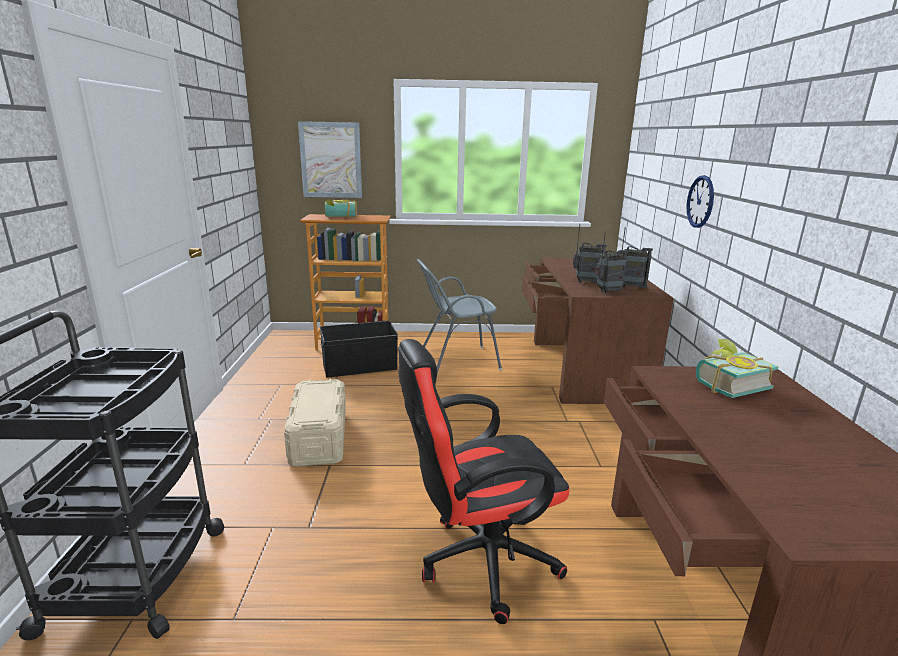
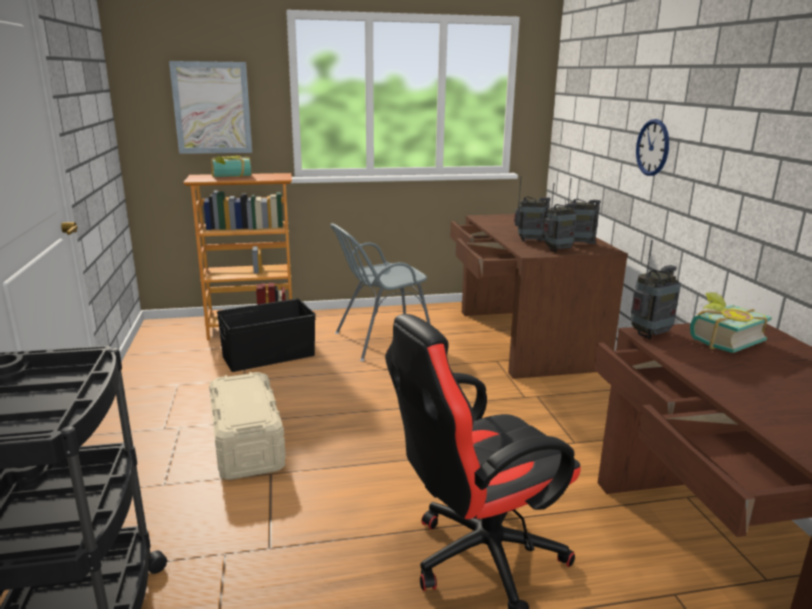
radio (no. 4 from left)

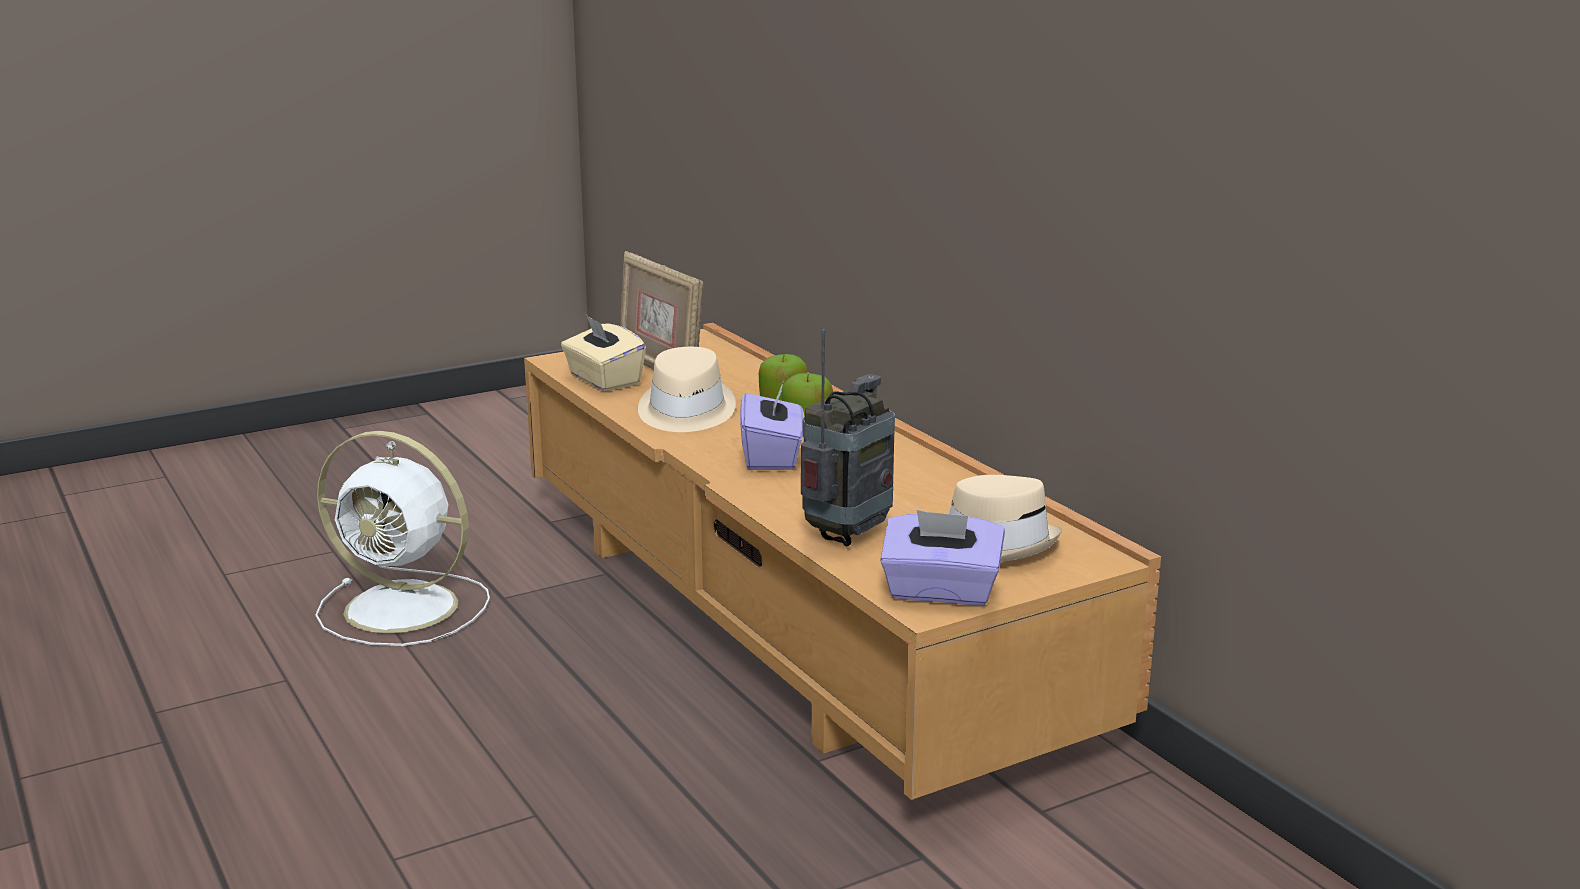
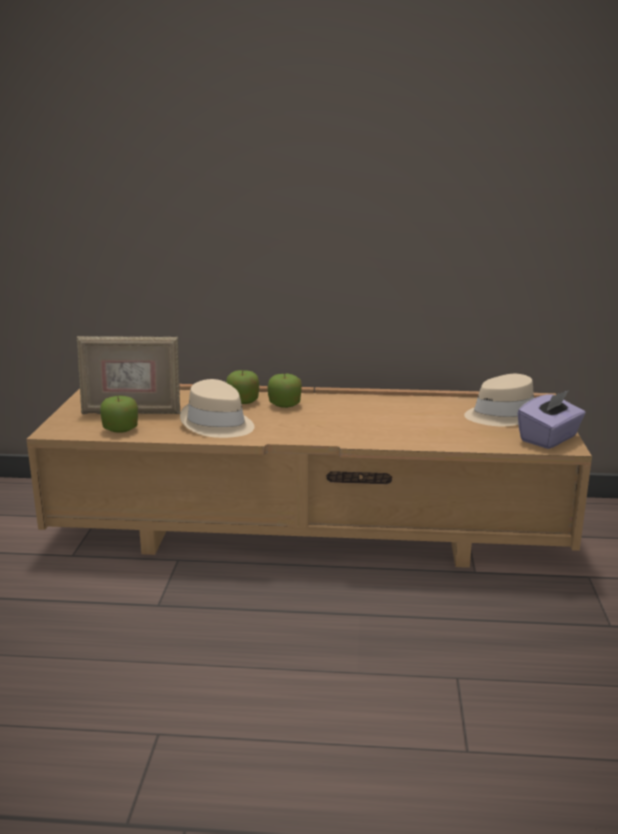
apple (no. 1 from left); radio; tissue box/purple (no. 1 from left in the first image); fan/white

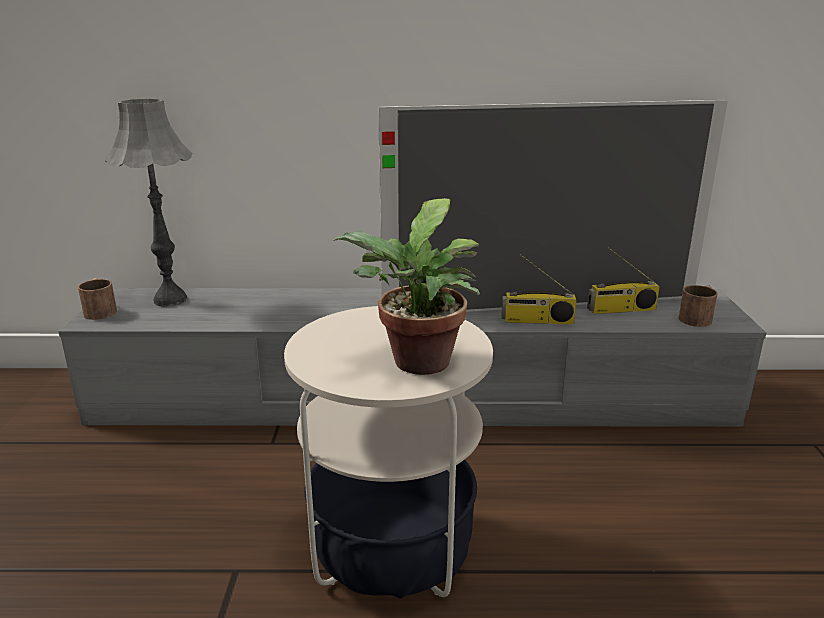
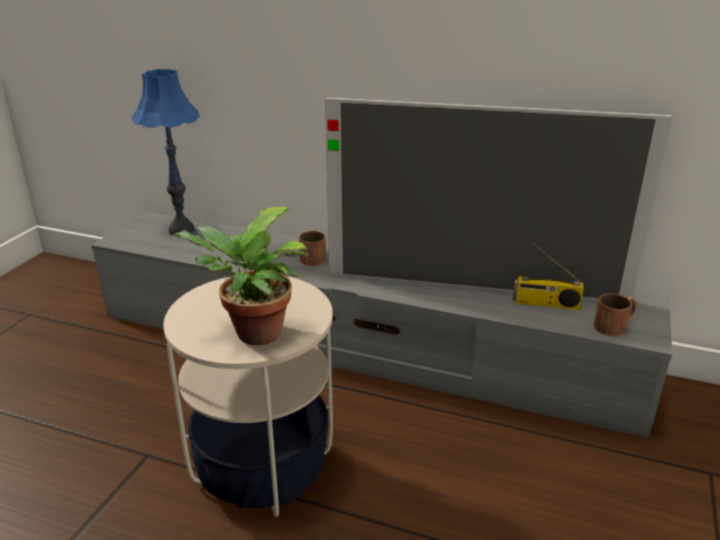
table lamp/blue; radio (no. 1 from left in the first image); mug/brown (no. 1 from left)

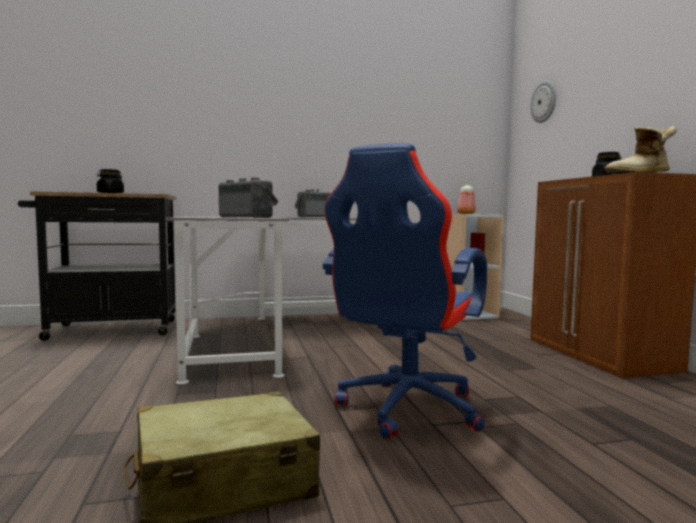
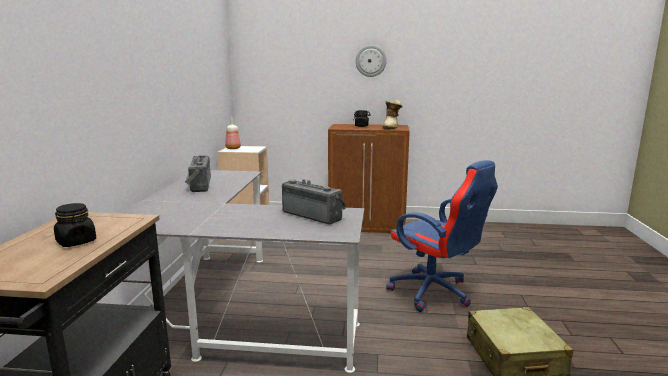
wall clock; radio (no. 2 from left)

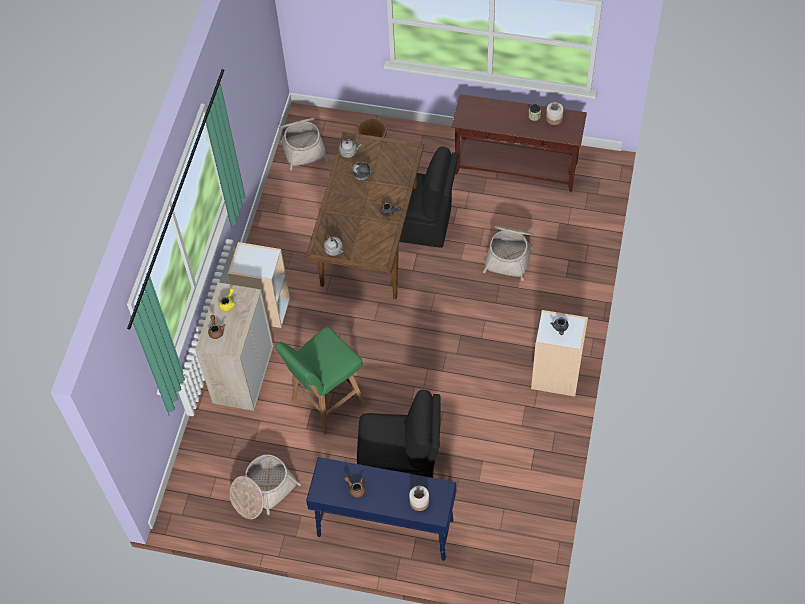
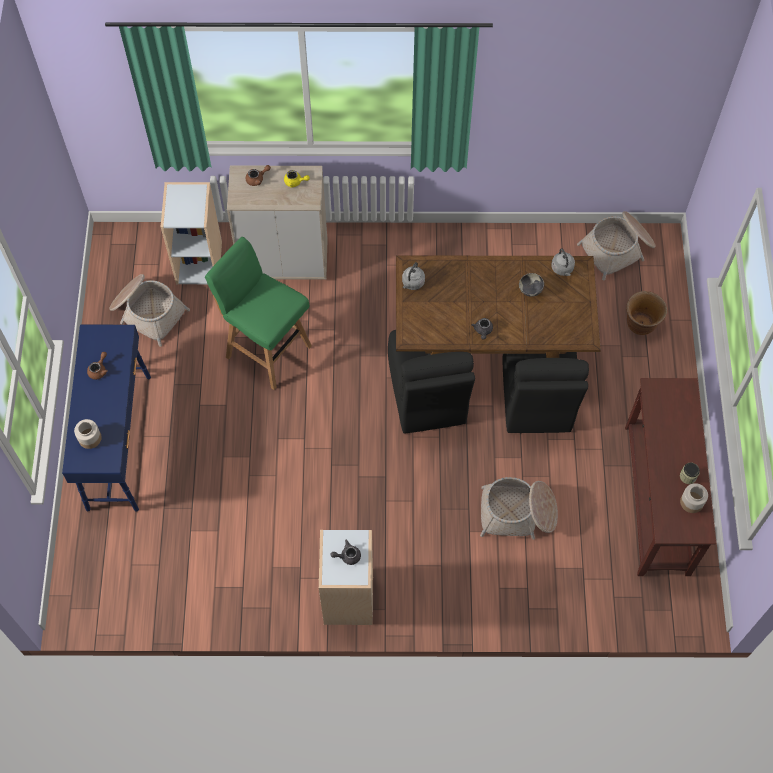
bookcase (no. 1 from left); chair/black (no. 1 from left)

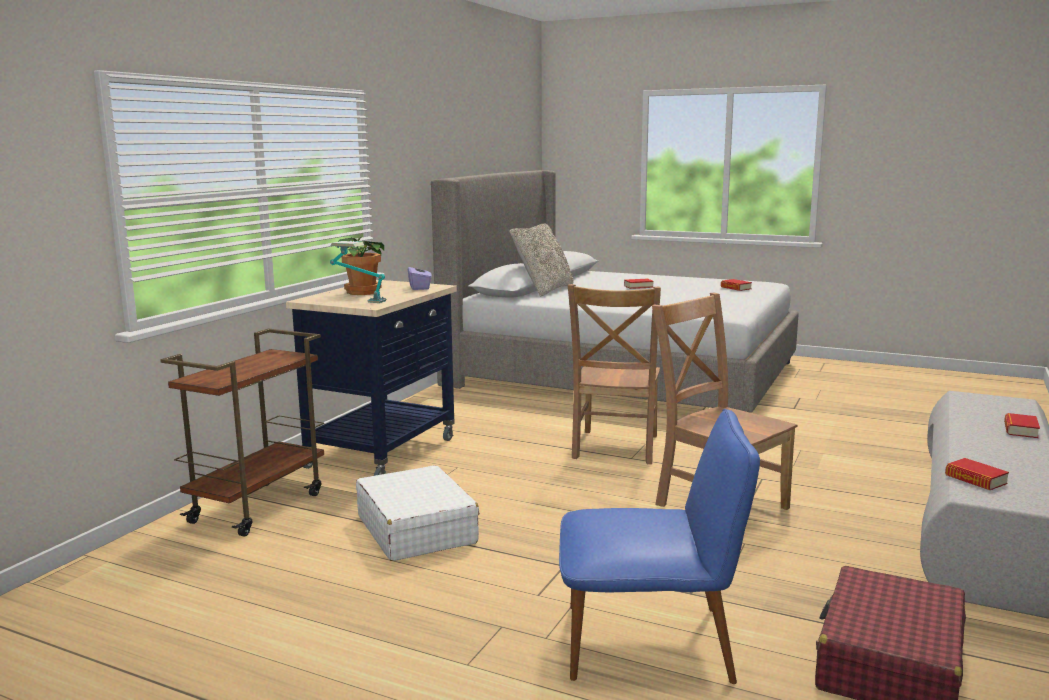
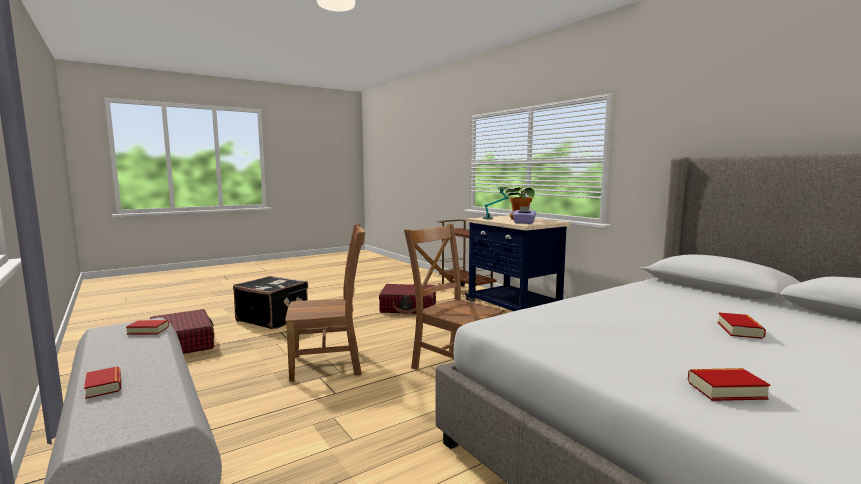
pillow/beige; suitcase/black; suitcase/red (no. 2 from left)

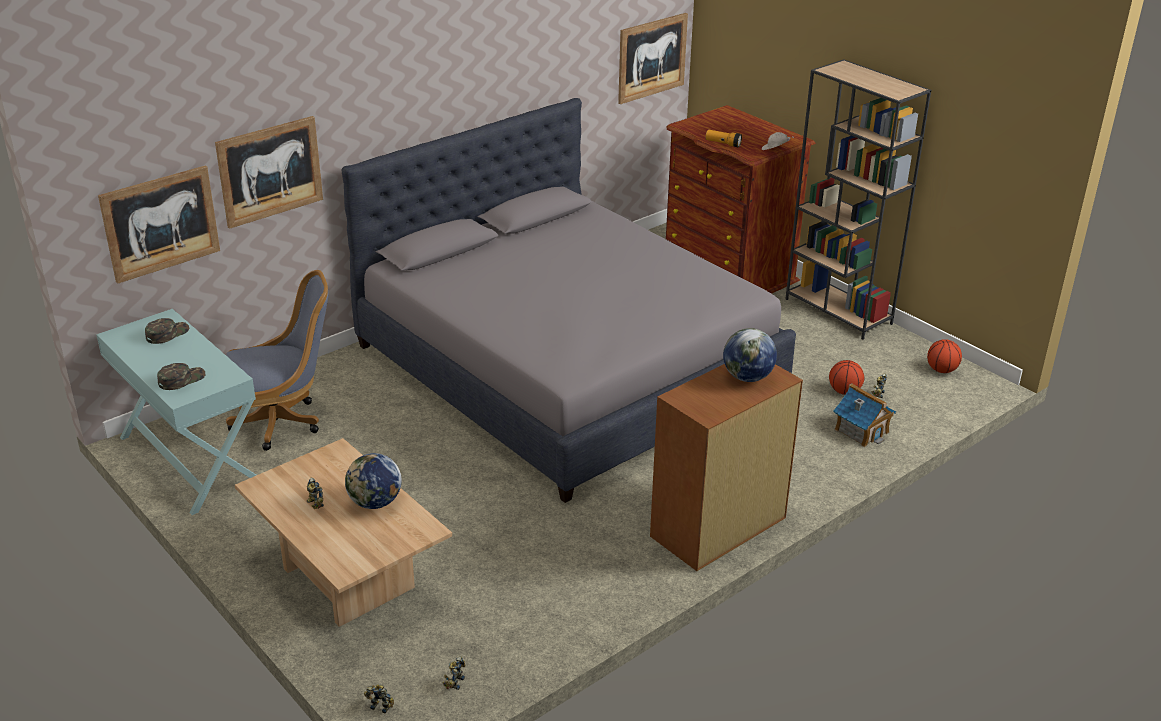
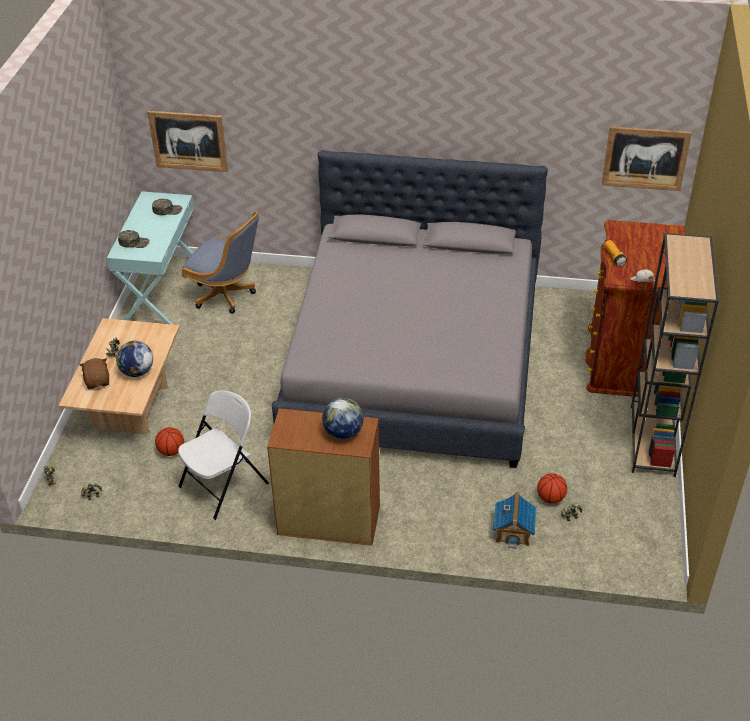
picture (no. 2 from left in the first image); basketball (no. 1 from left); plush toy/brown; chair/white

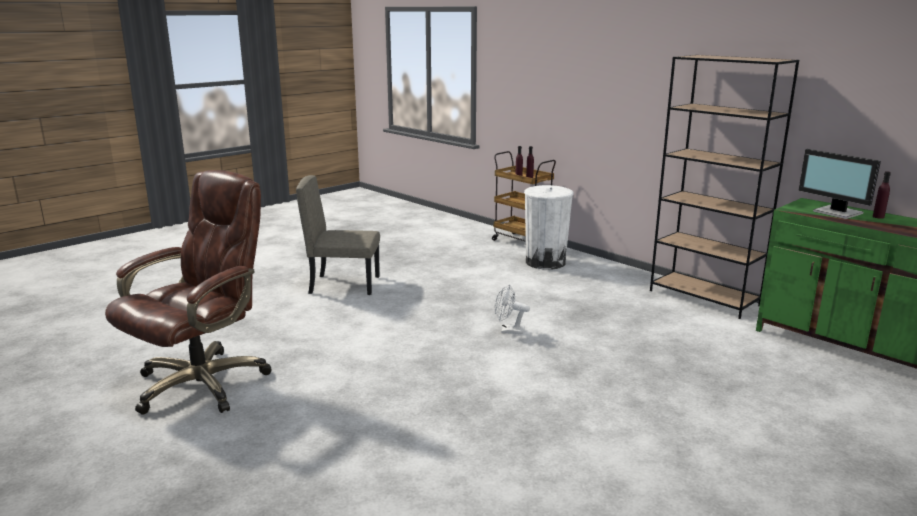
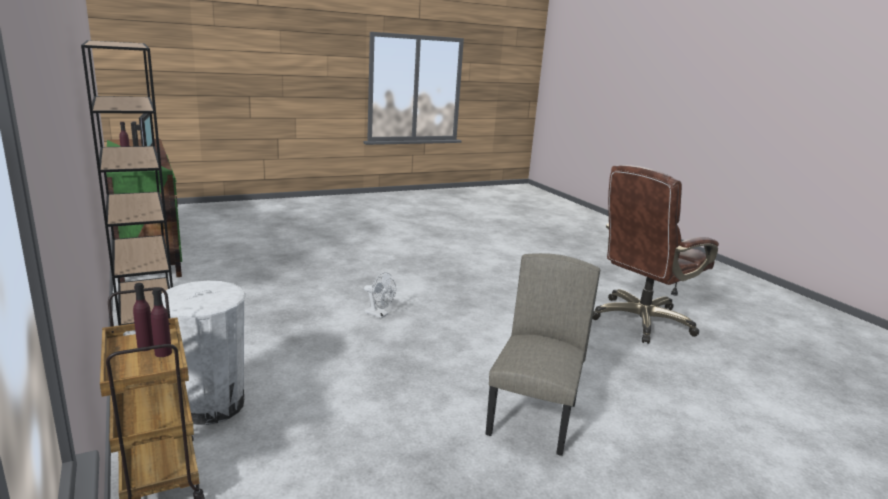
chair/beige

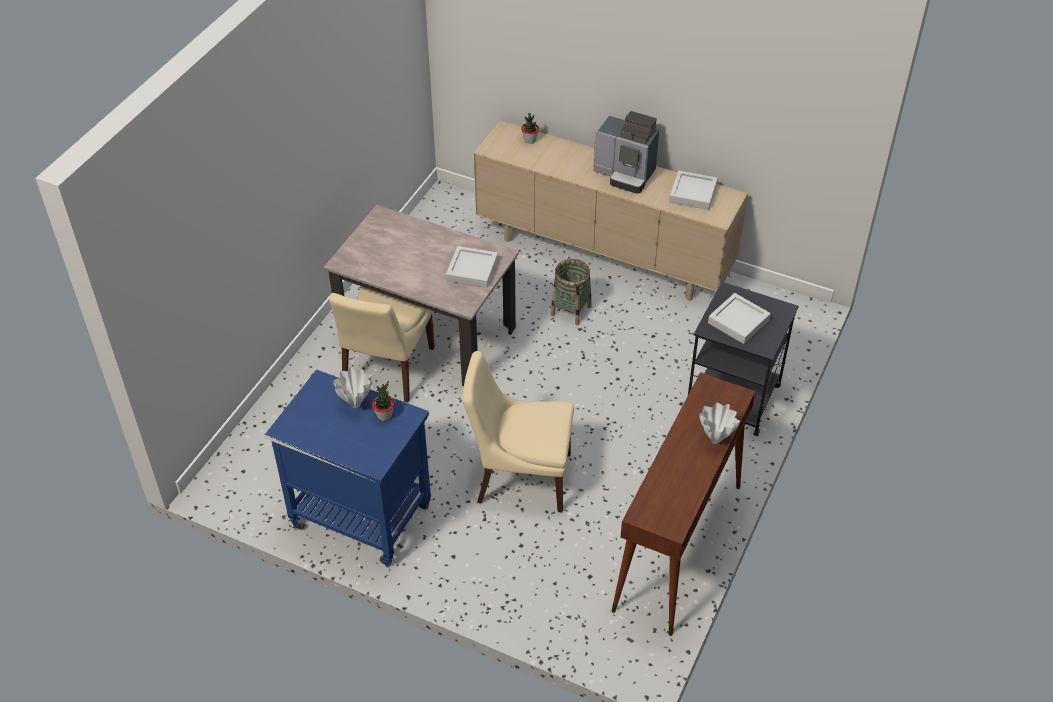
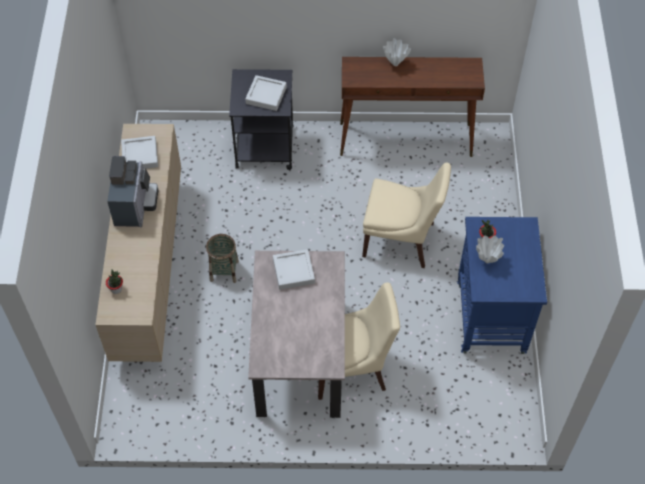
chair/beige (no. 2 from left)

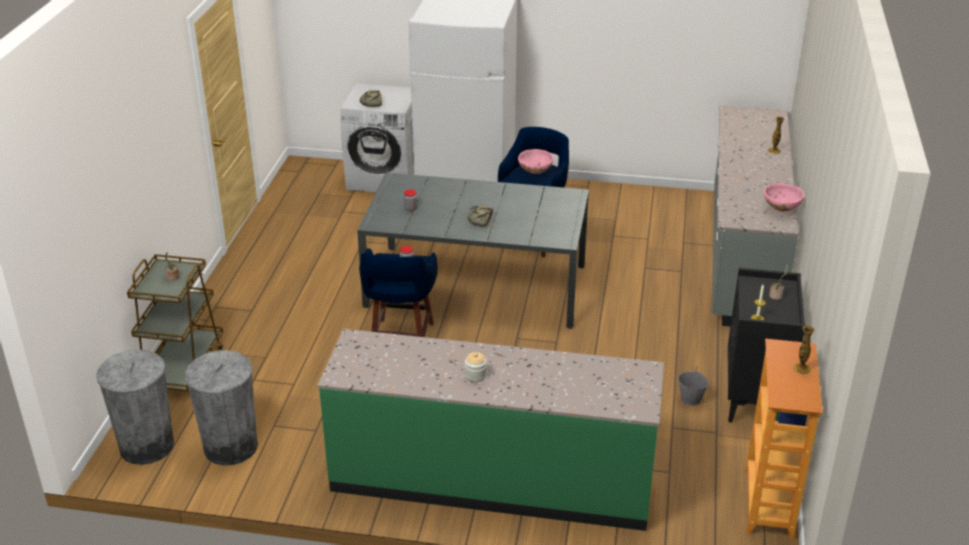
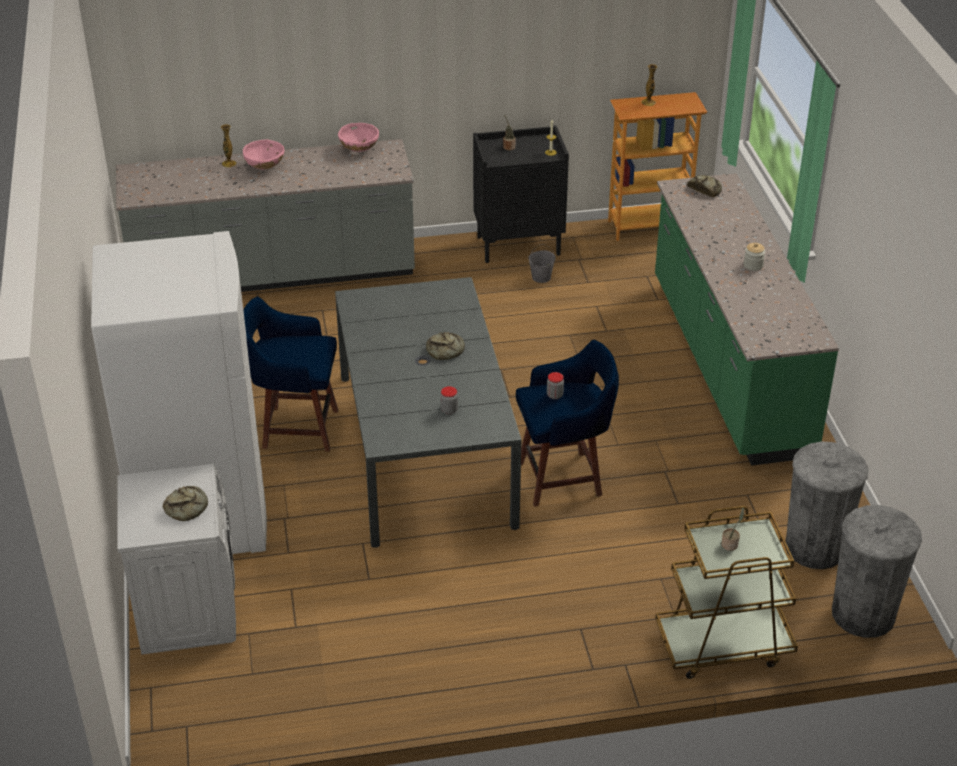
bowl/pink (no. 1 from left); bread (no. 3 from left)

